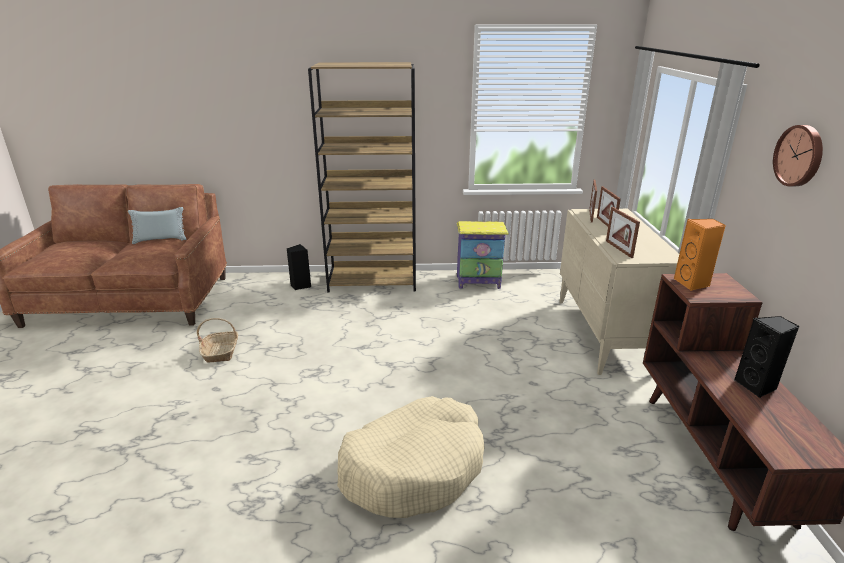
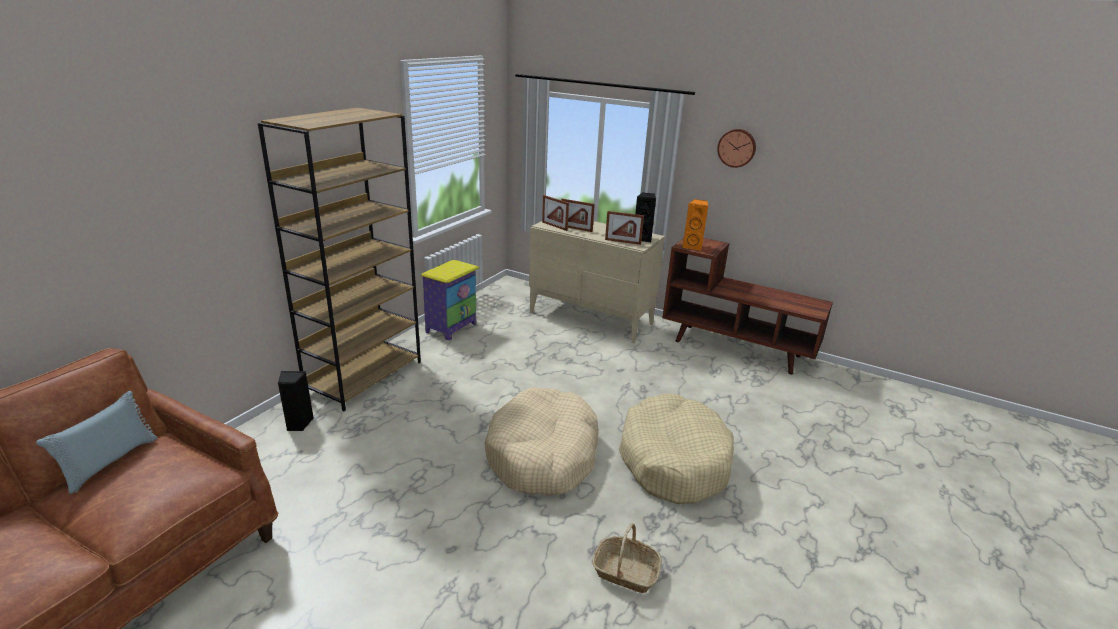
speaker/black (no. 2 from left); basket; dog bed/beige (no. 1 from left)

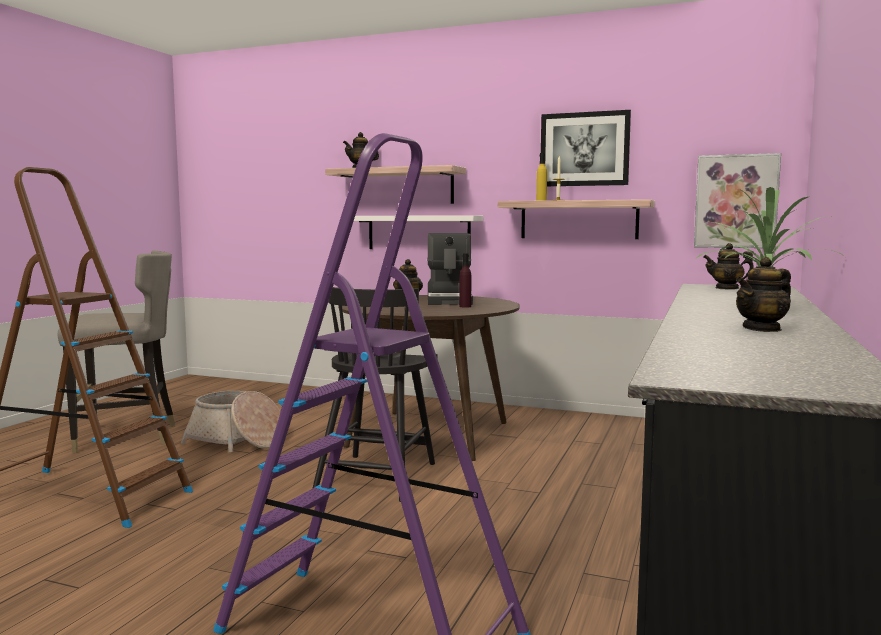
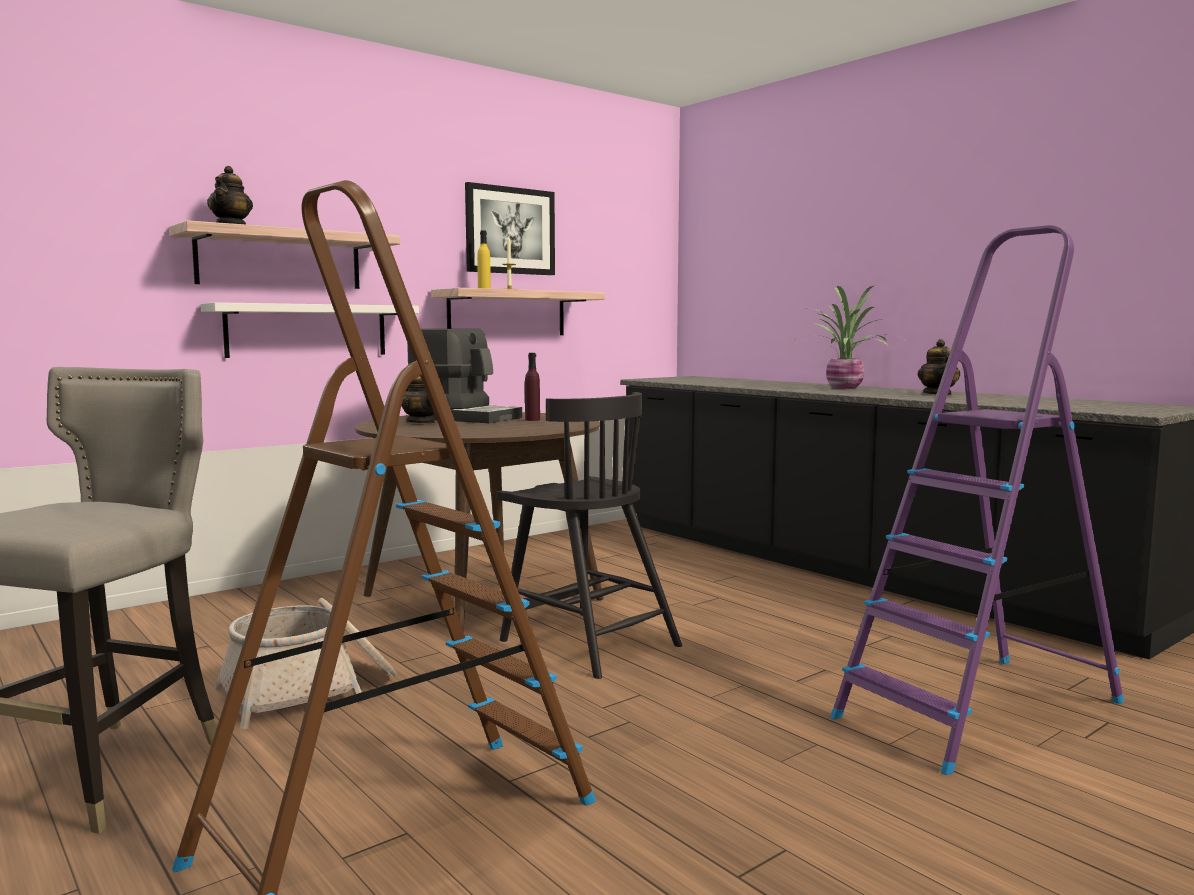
picture (no. 2 from left in the first image); teapot (no. 3 from left in the first image)

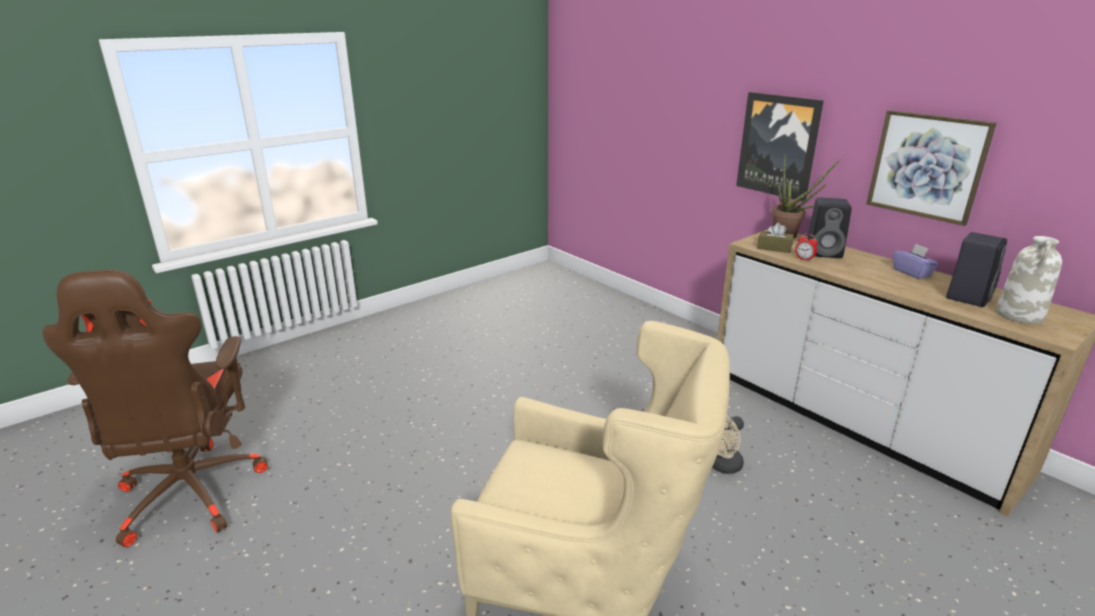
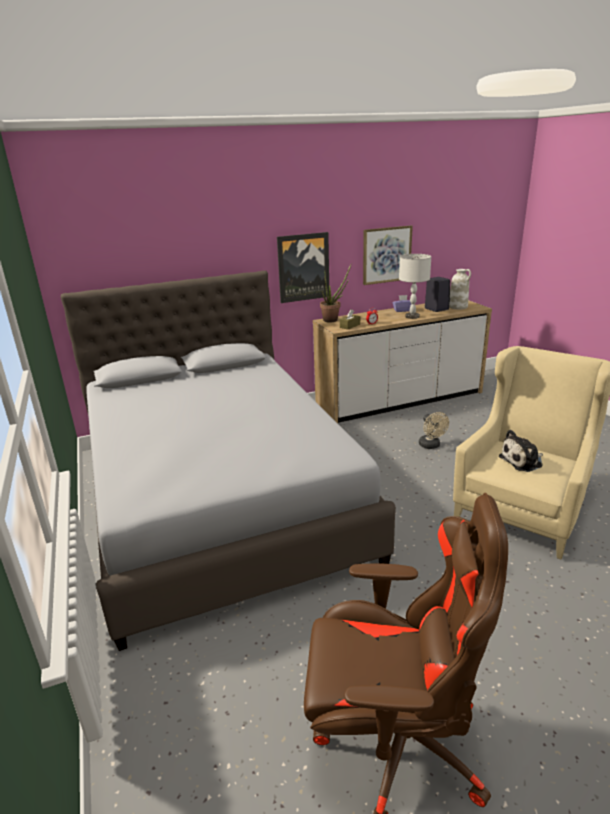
speaker/black (no. 1 from left in the first image); table lamp/grey; bed/grey; plush toy

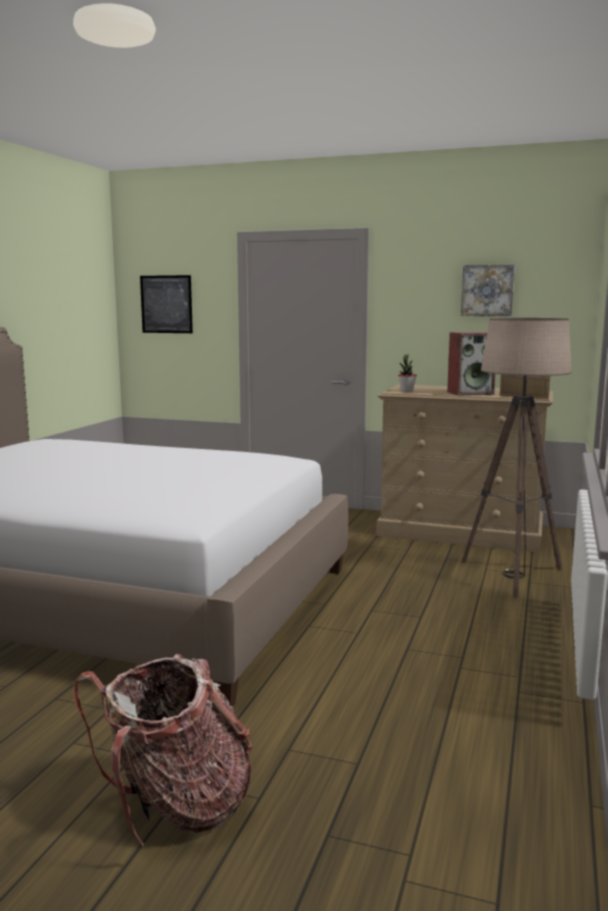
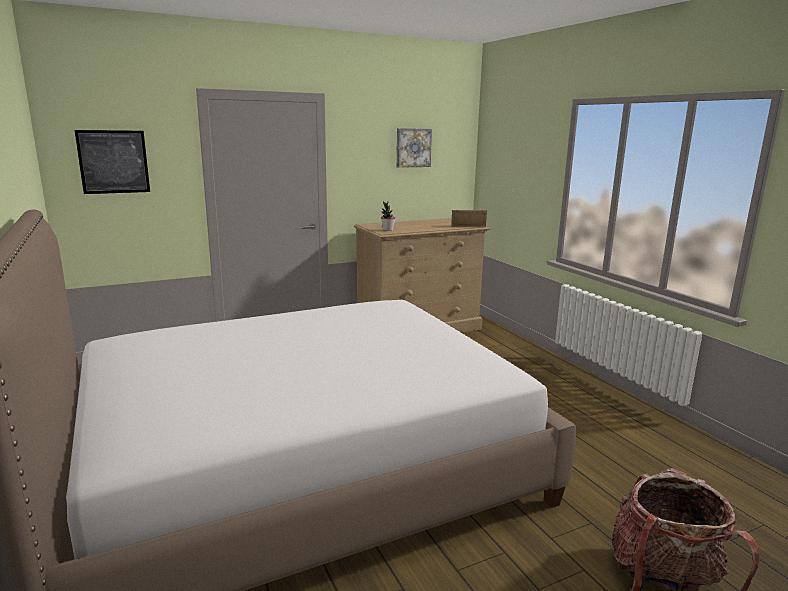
floor lamp; speaker

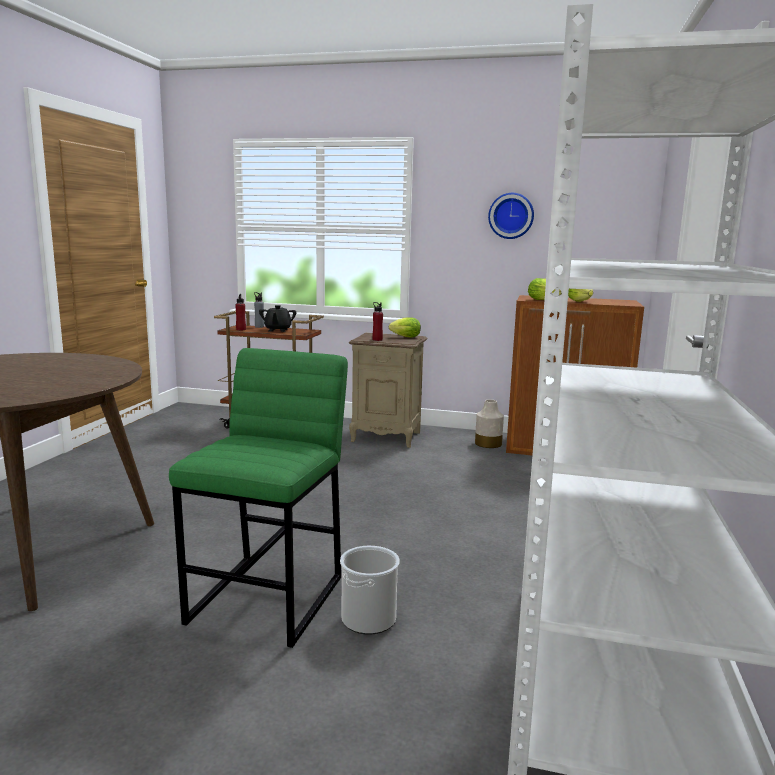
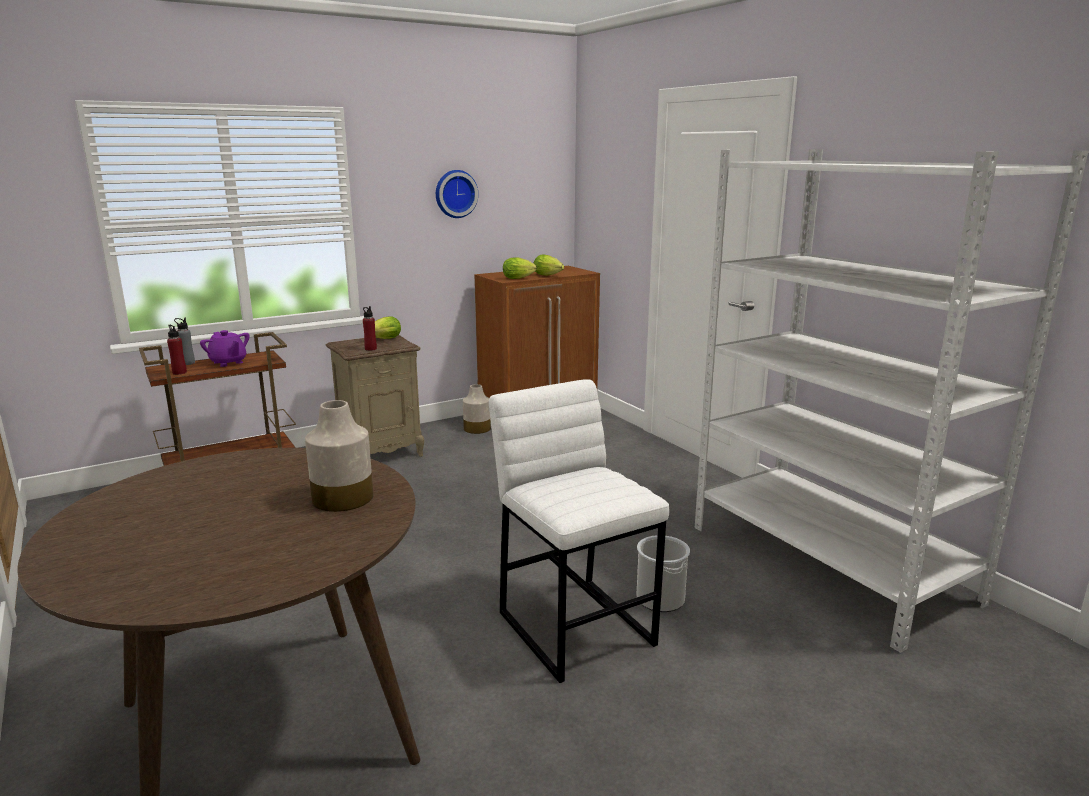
teapot/purple; chair/white; vase/beige (no. 1 from left)

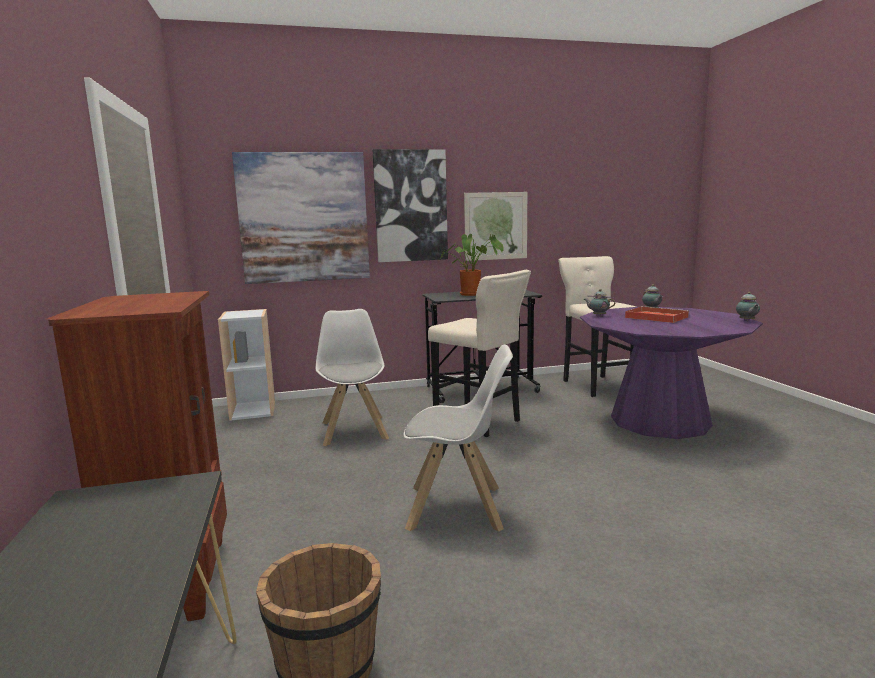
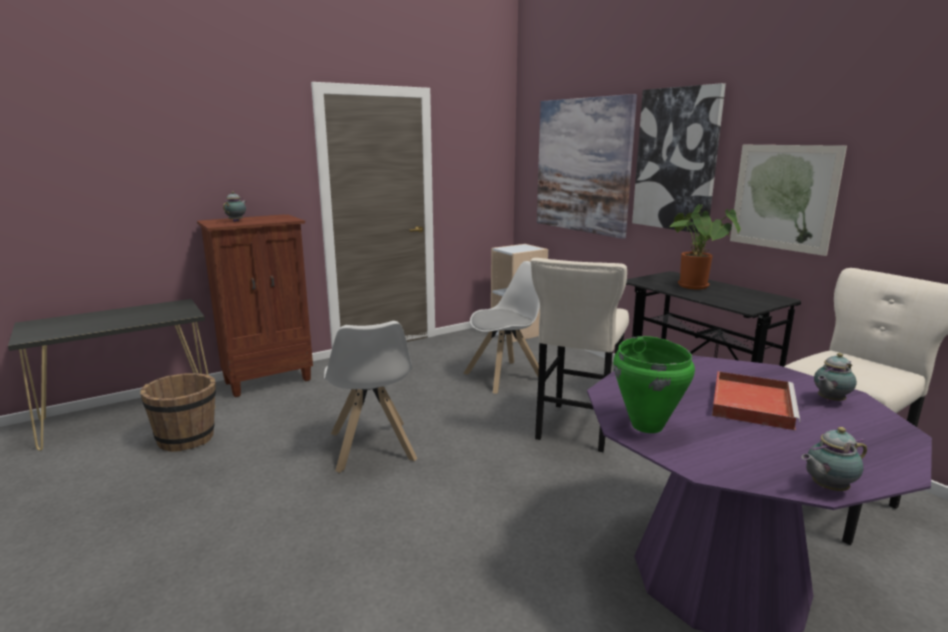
teapot (no. 1 from left); cooking pot/green

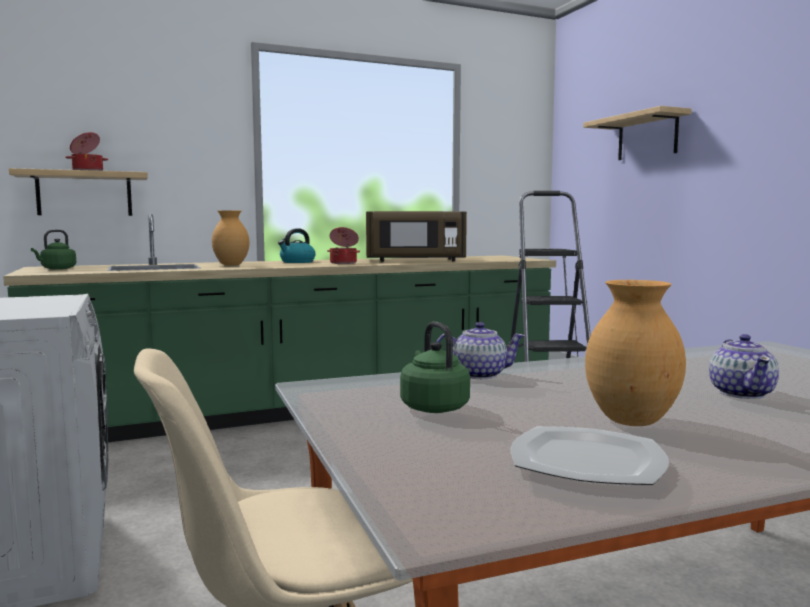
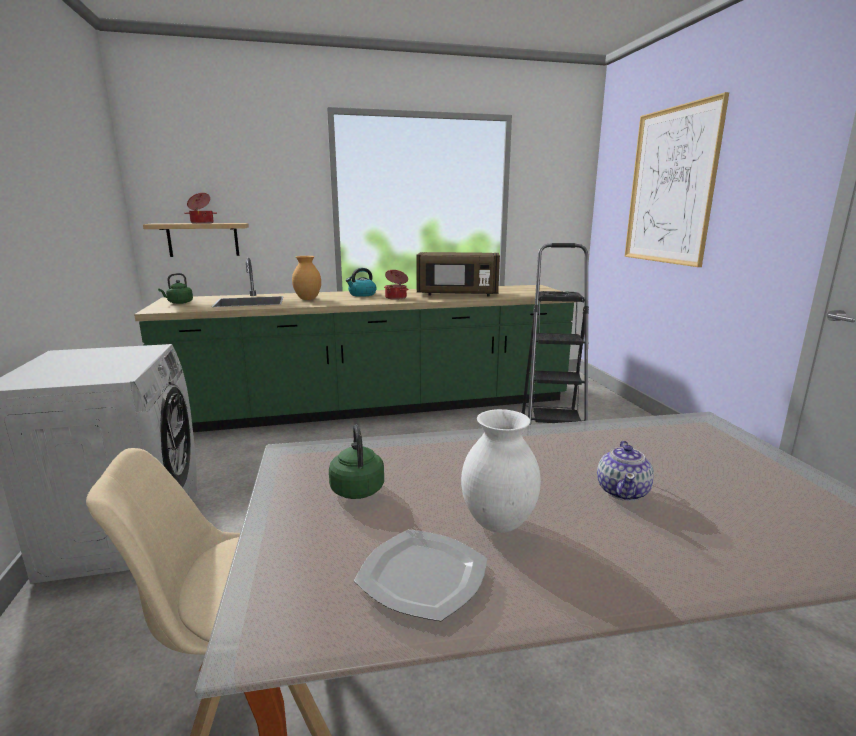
picture; vase/white; teapot (no. 1 from left in the first image)

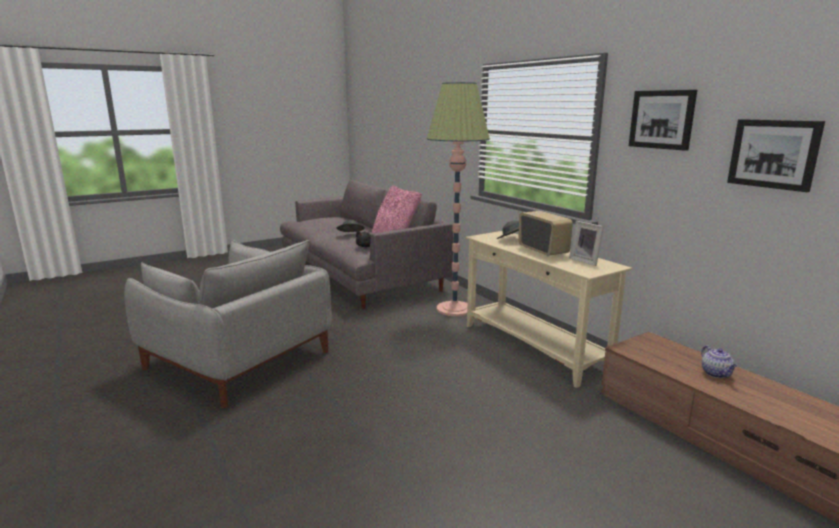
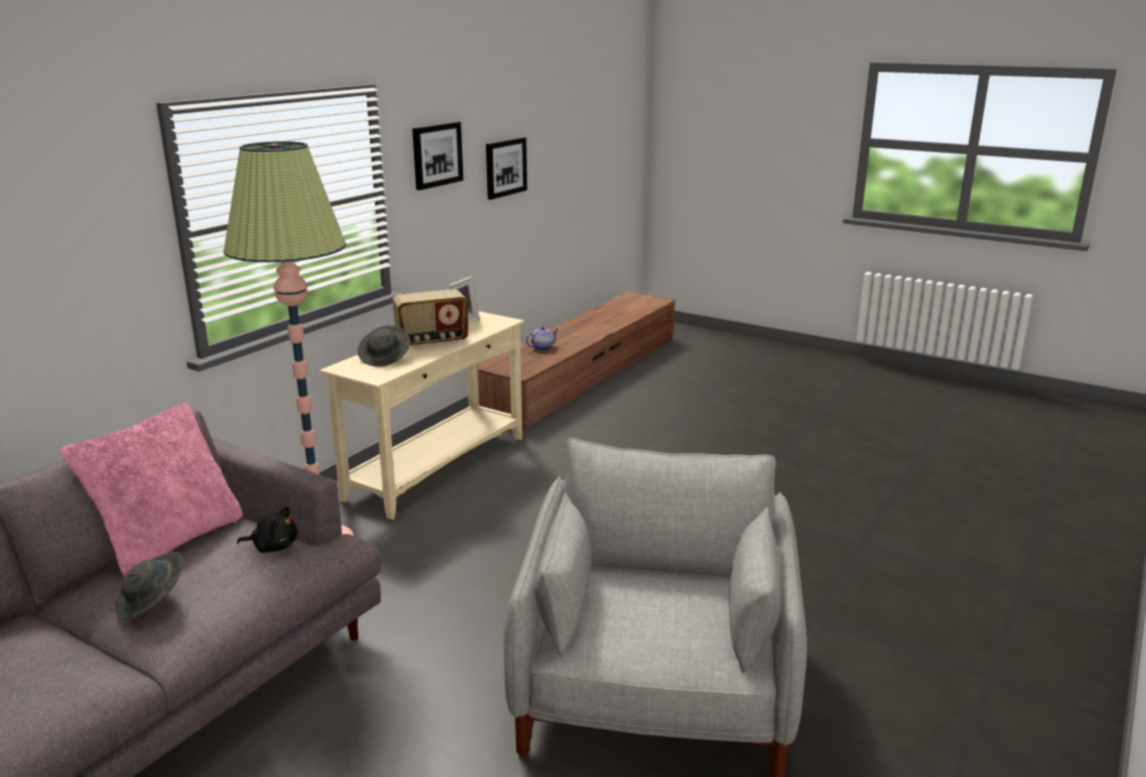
radio

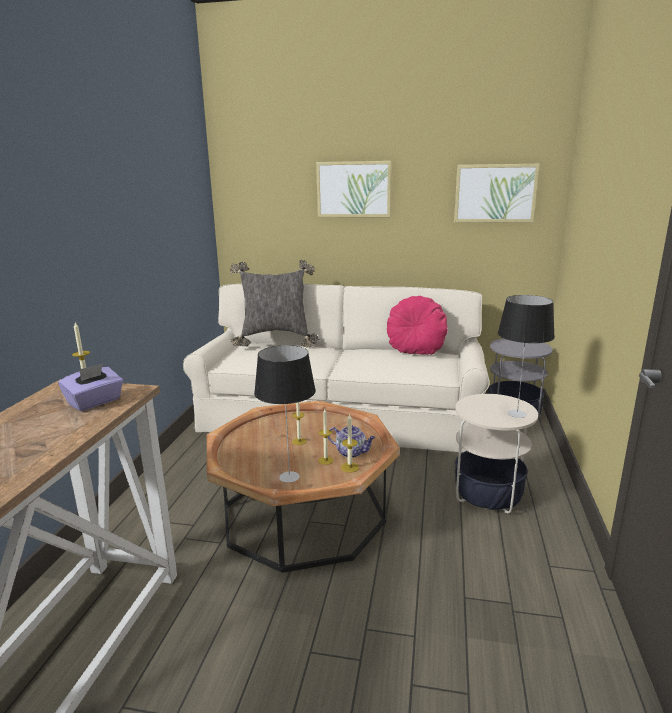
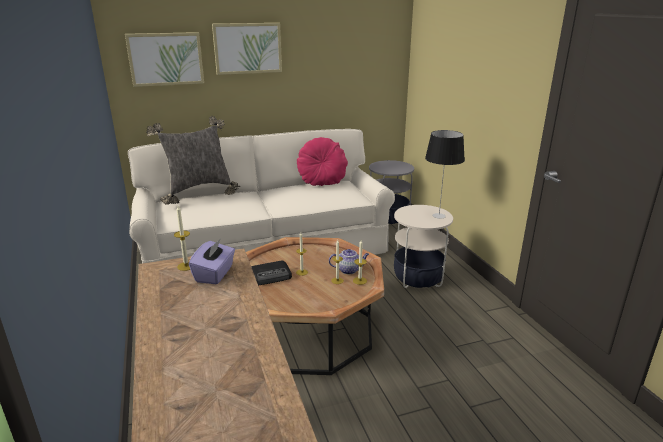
picture (no. 1 from left); table lamp (no. 1 from left in the first image); radio

